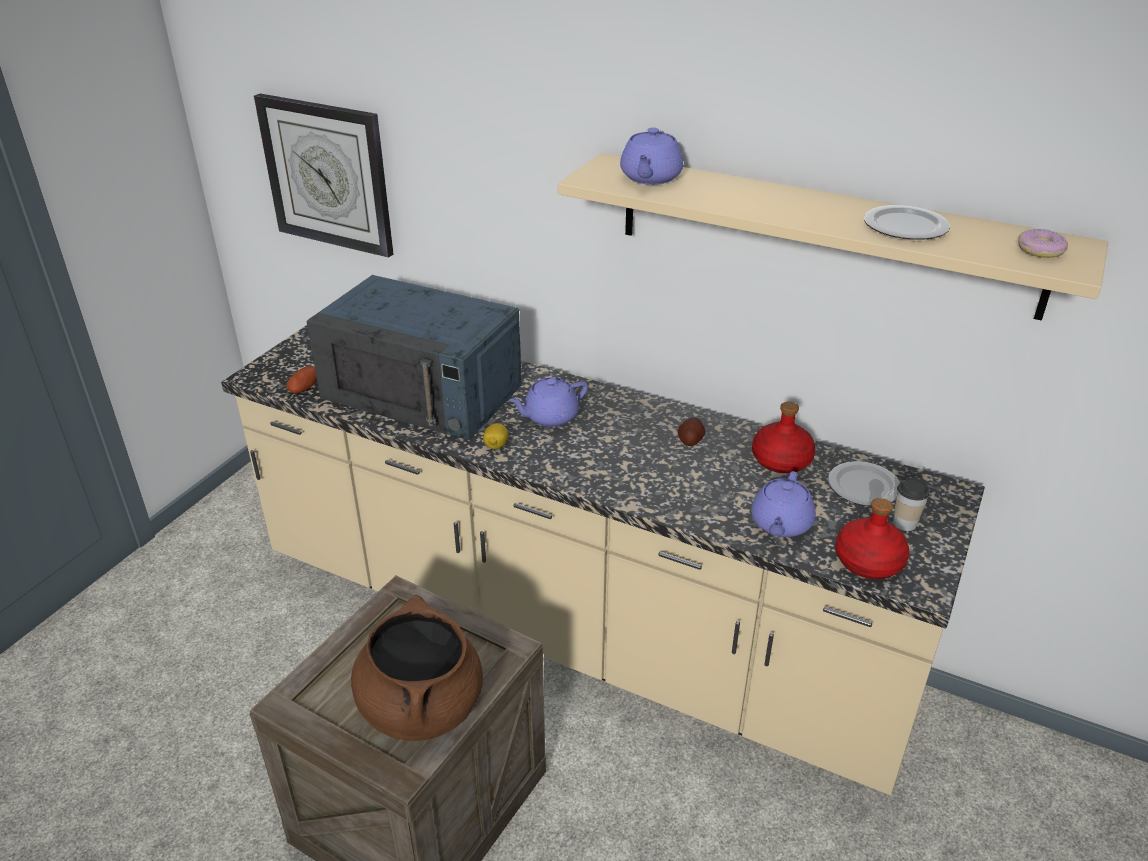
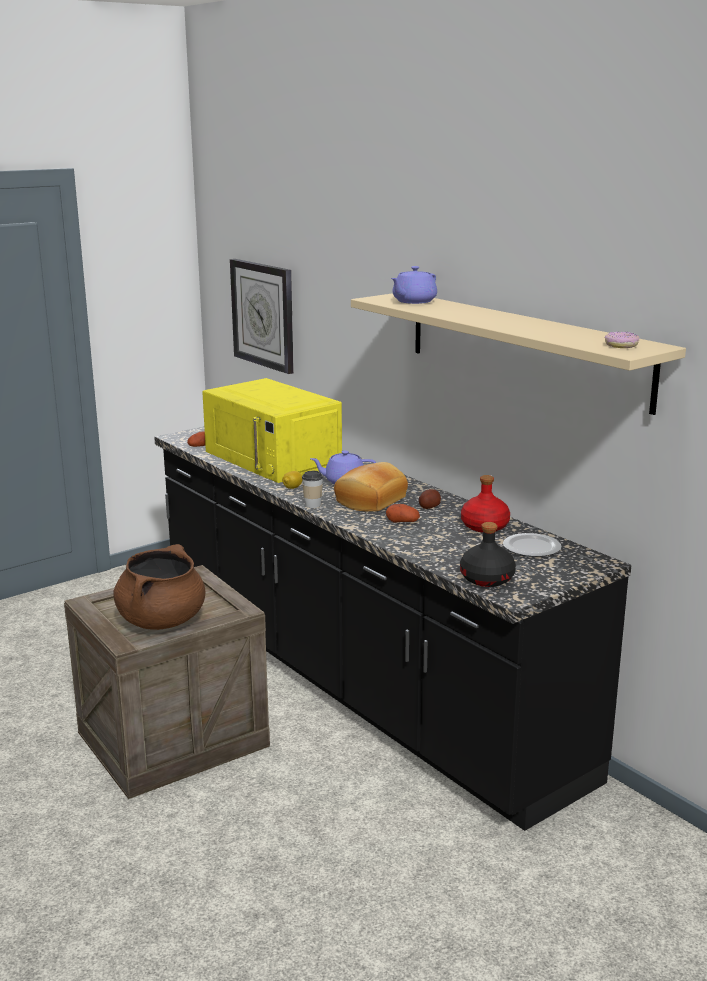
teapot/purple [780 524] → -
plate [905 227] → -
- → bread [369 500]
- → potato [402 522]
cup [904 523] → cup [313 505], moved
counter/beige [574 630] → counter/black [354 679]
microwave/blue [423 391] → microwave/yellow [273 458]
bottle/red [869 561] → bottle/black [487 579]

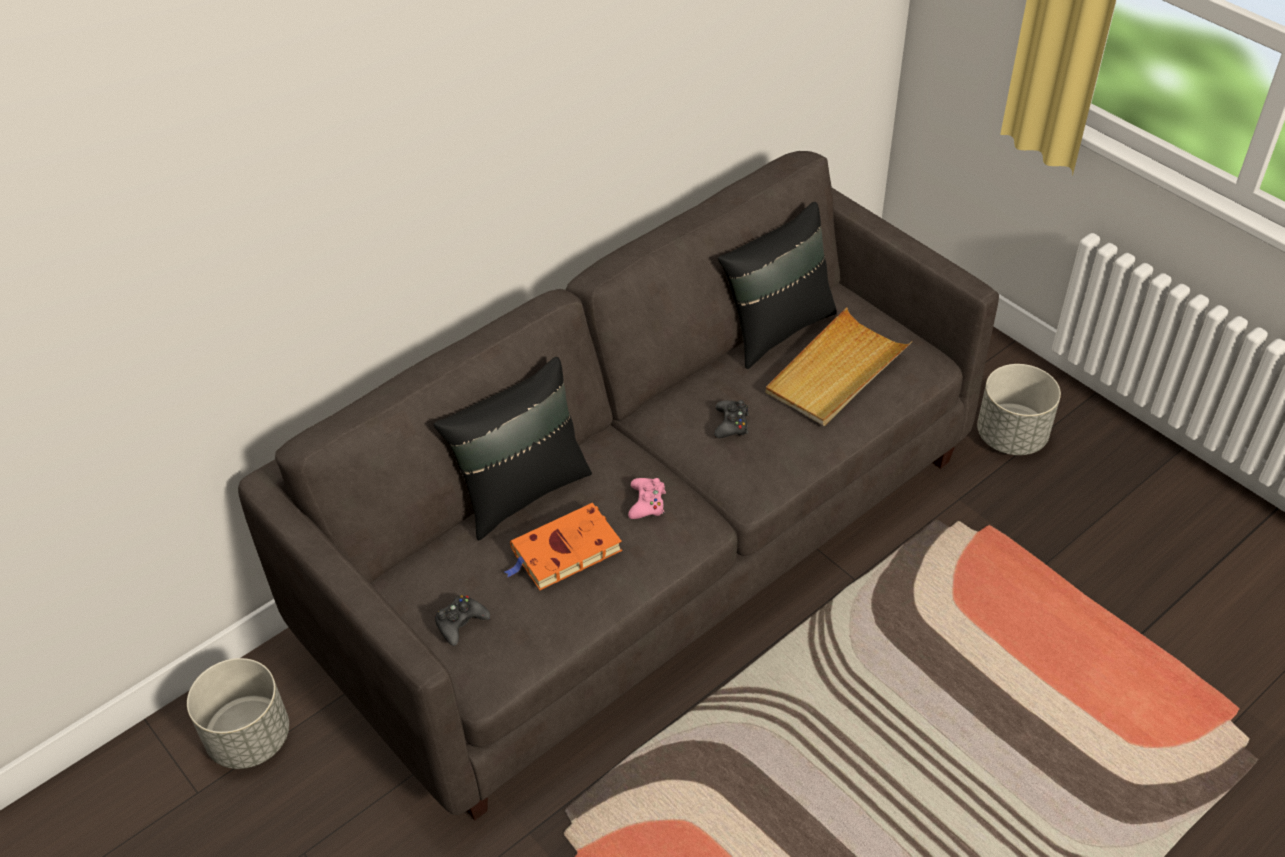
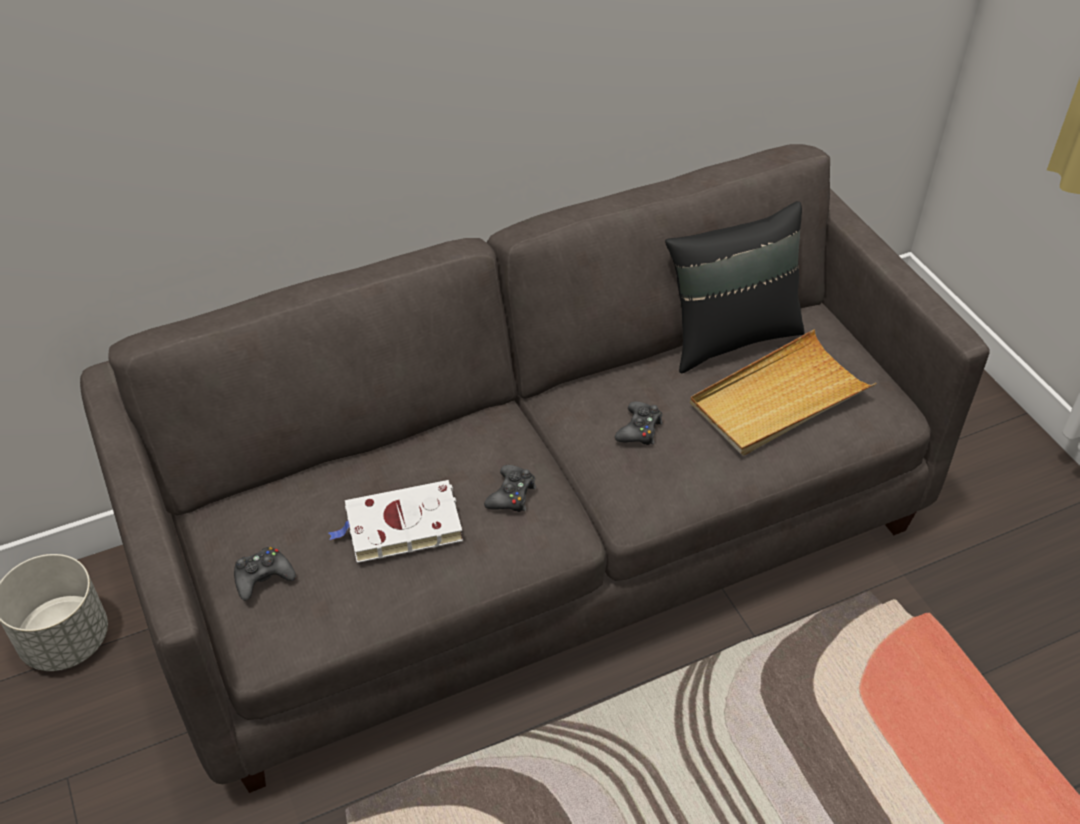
pillow/black [521 491] → -
planter/grey [1011 437] → -
book/orange [564 552] → book/white [400 527]
game controller/pink [647 503] → game controller/black [511 495]

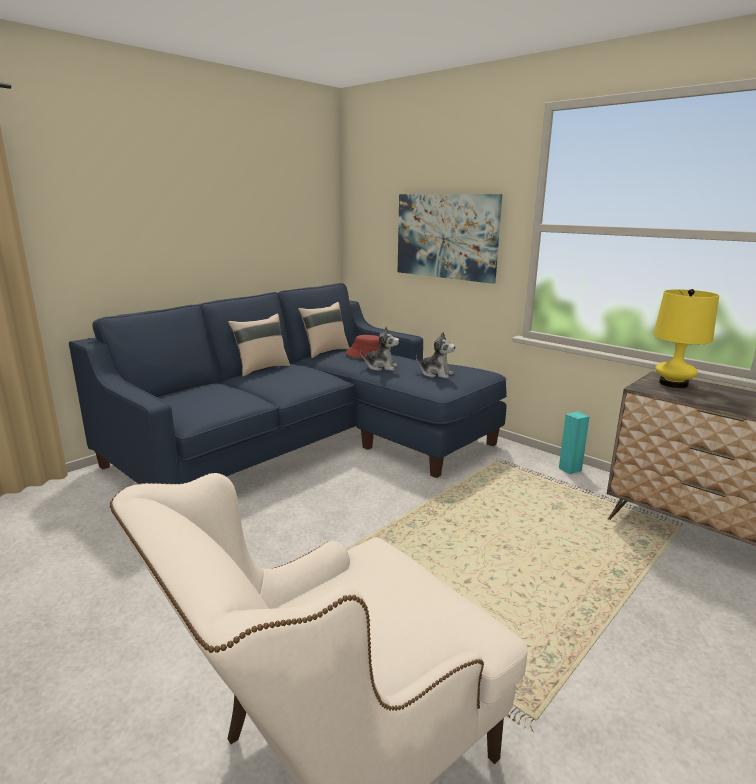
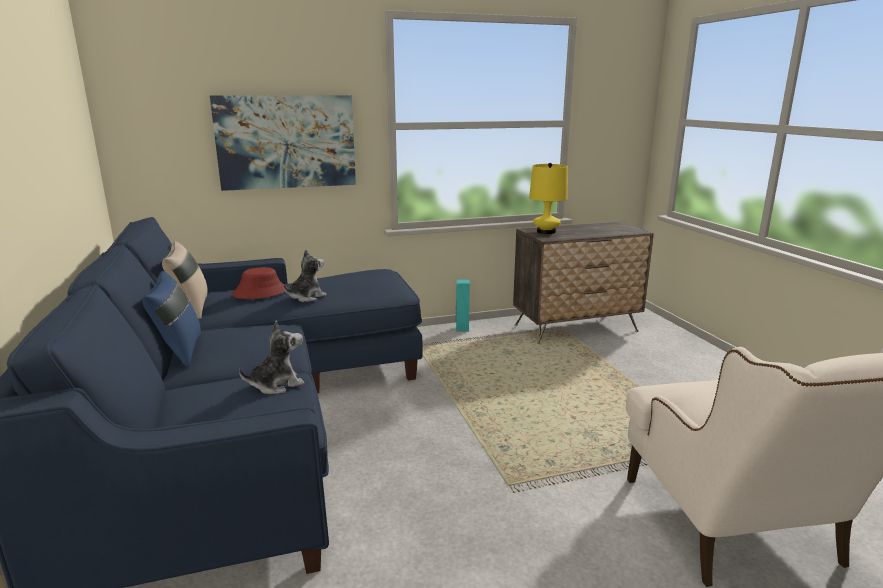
plush toy [436 374] → plush toy [276 384], moved
pillow/beige [261 369] → pillow/blue [179 352]

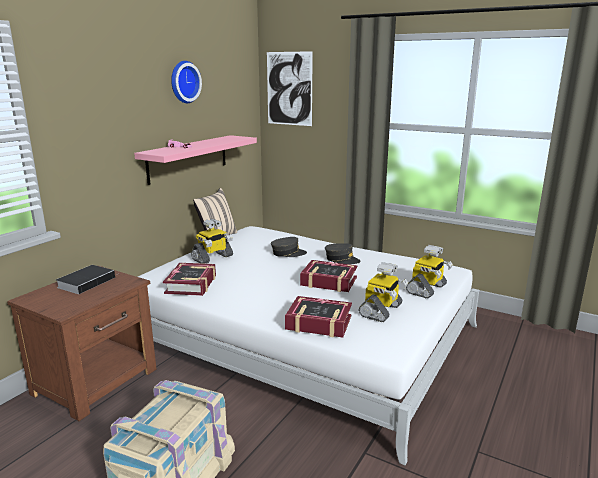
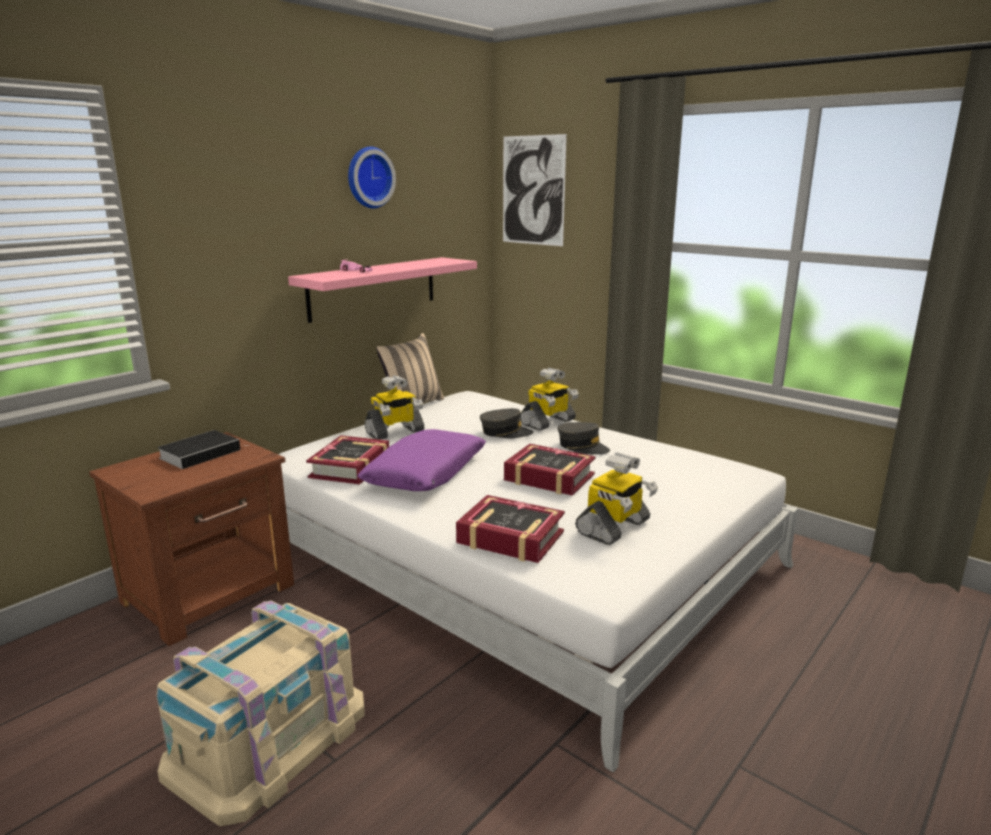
- → pillow/purple [426 473]
toy robot [427 289] → toy robot [548 422], moved

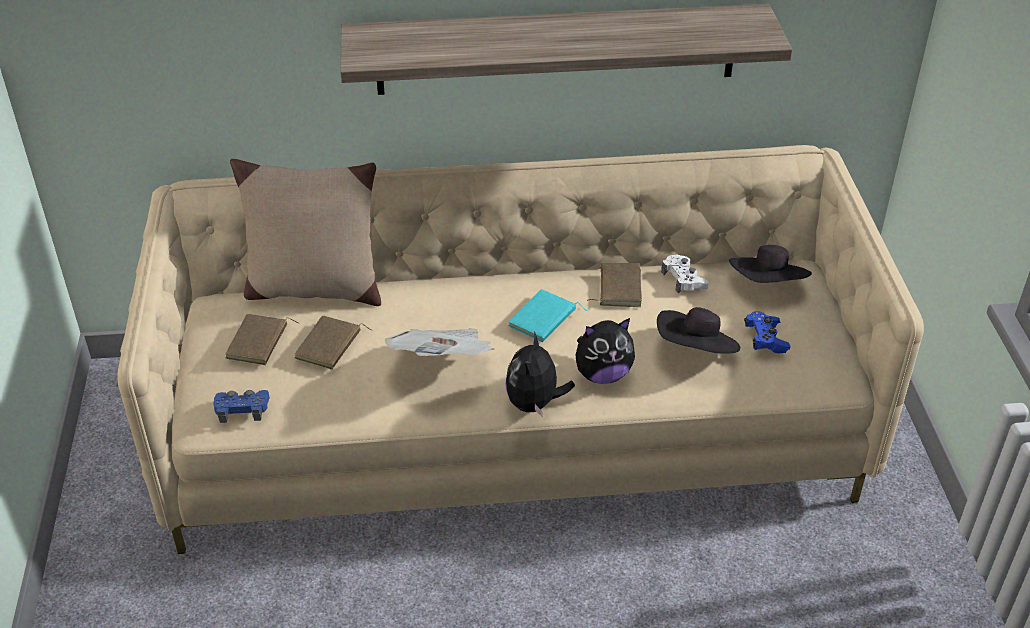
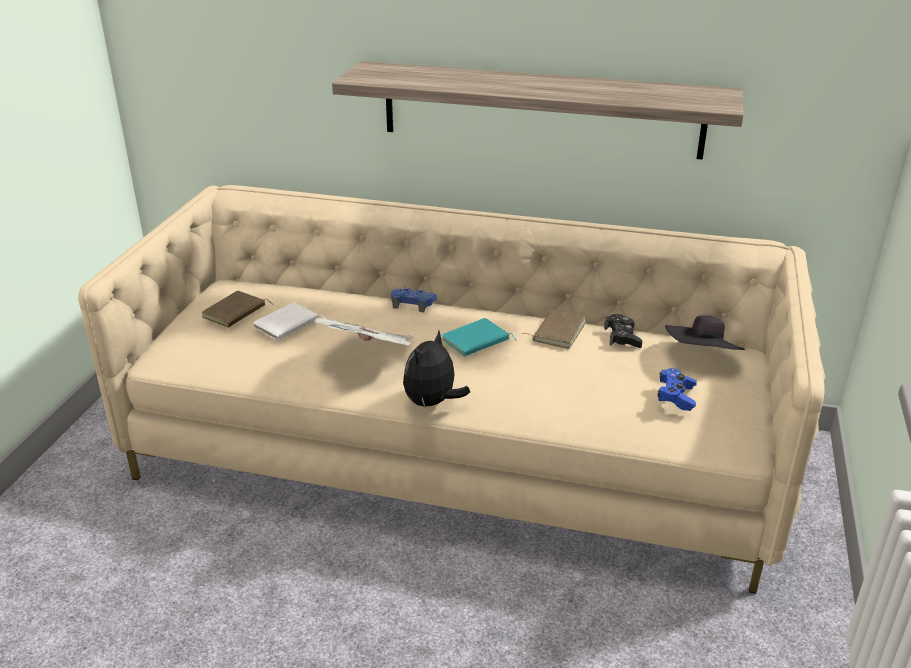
pillow/beige [313 288] → -
plush toy [602 374] → -
hat/black [696 350] → -
game controller/blue [242 409] → game controller/blue [413 304], moved
book/brown [330 346] → book/white [287 325]
game controller/white [684 279] → game controller/black [622 337]

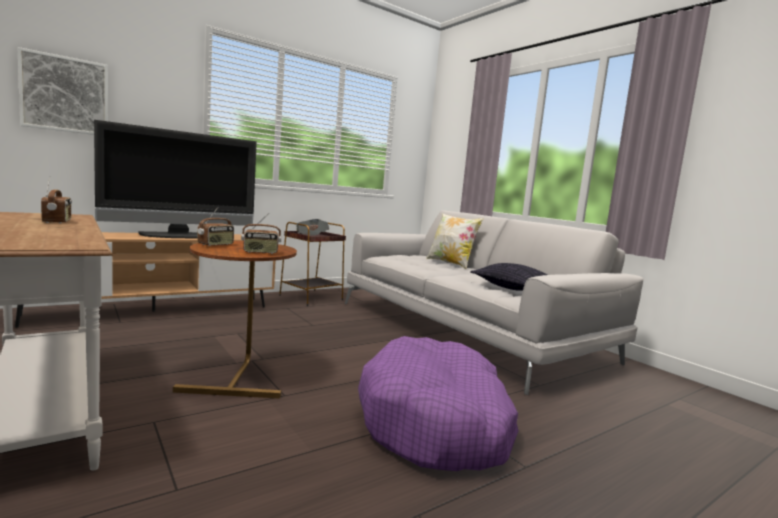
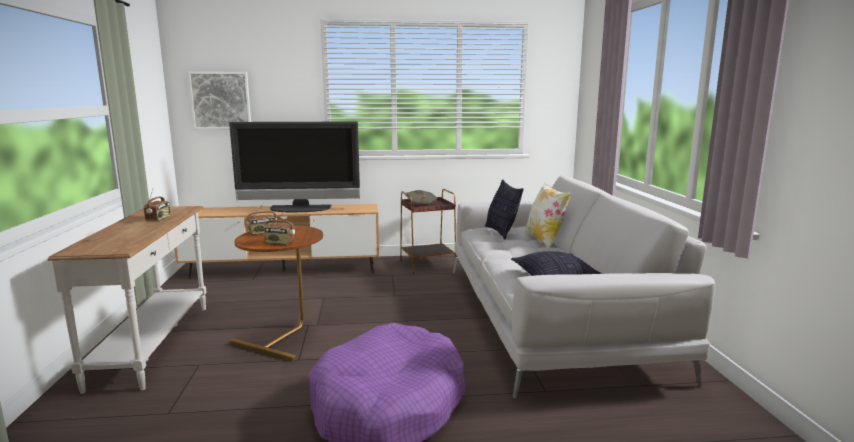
- → pillow [501 232]

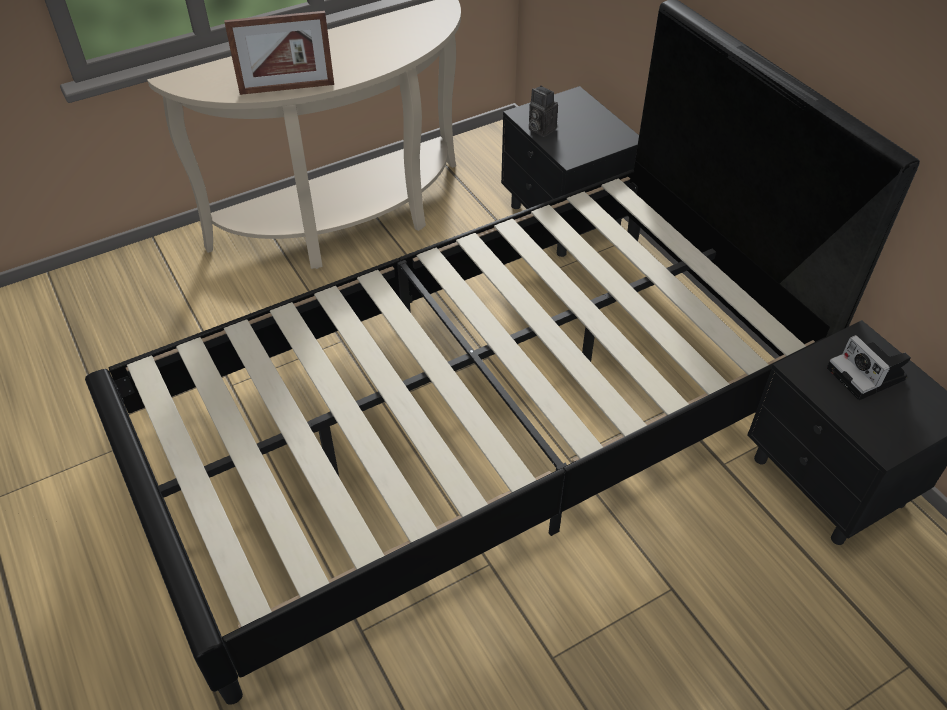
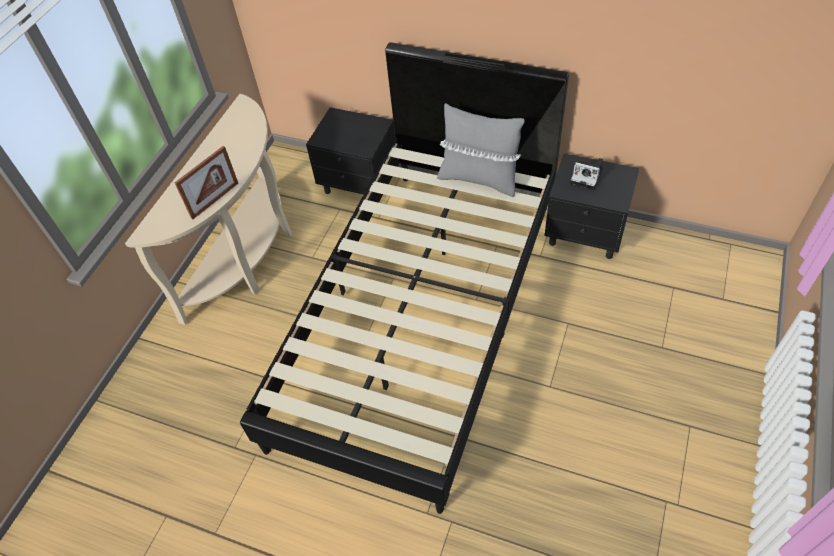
photo camera [540 129] → -
- → pillow/grey [479 179]

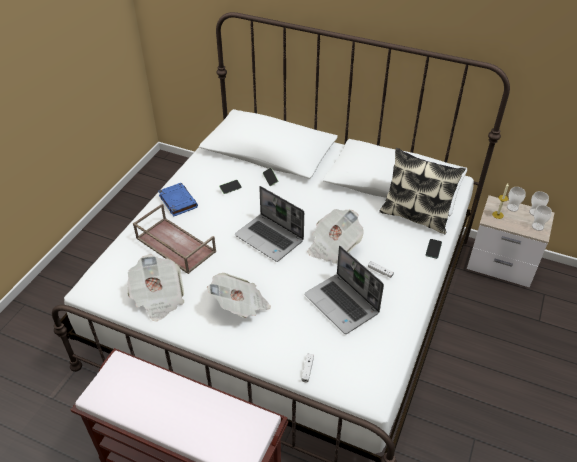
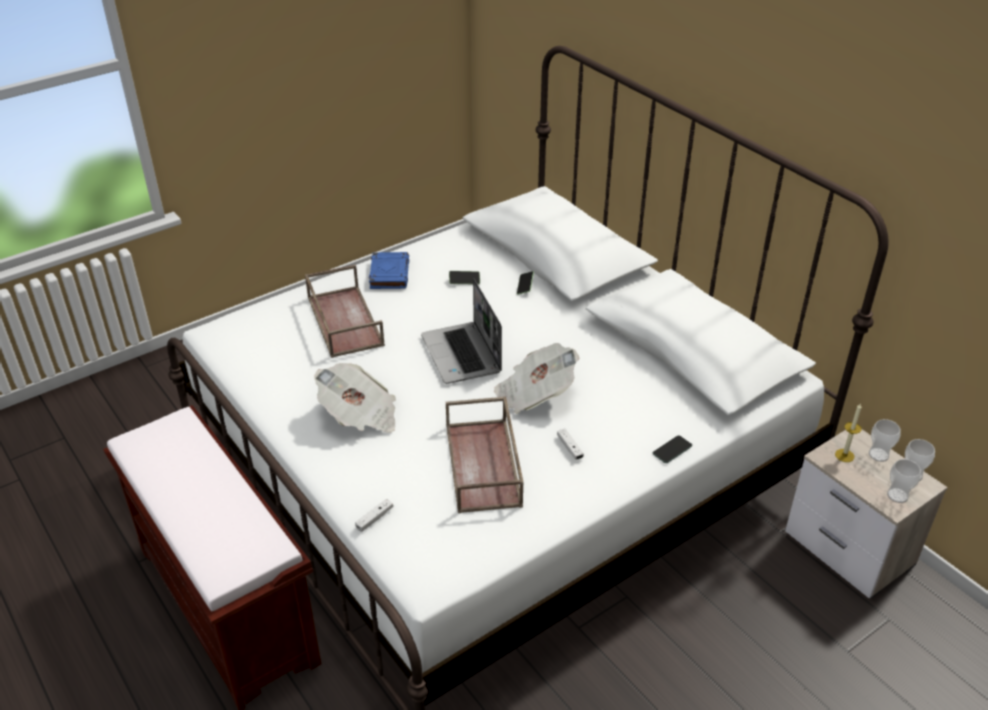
newspaper [158 298] → -
pillow [415 216] → -
laptop [342 304] → tray/brown [484 465]

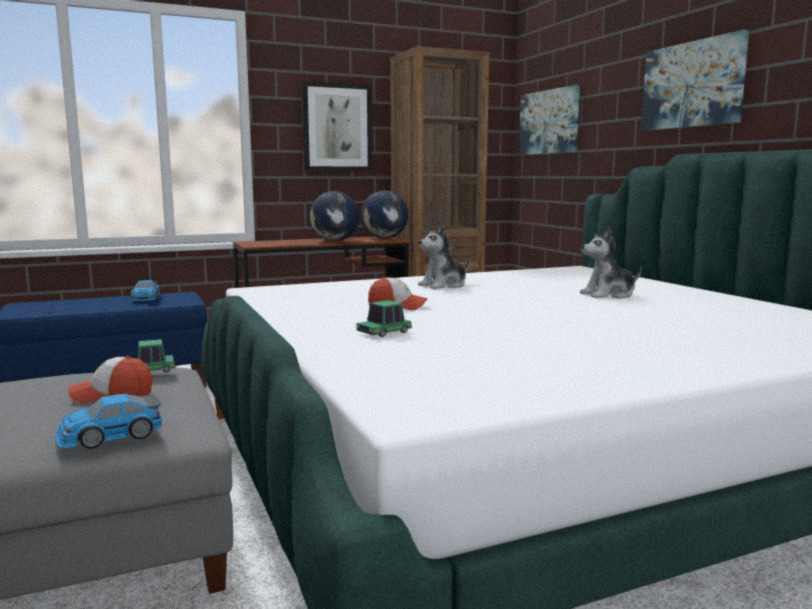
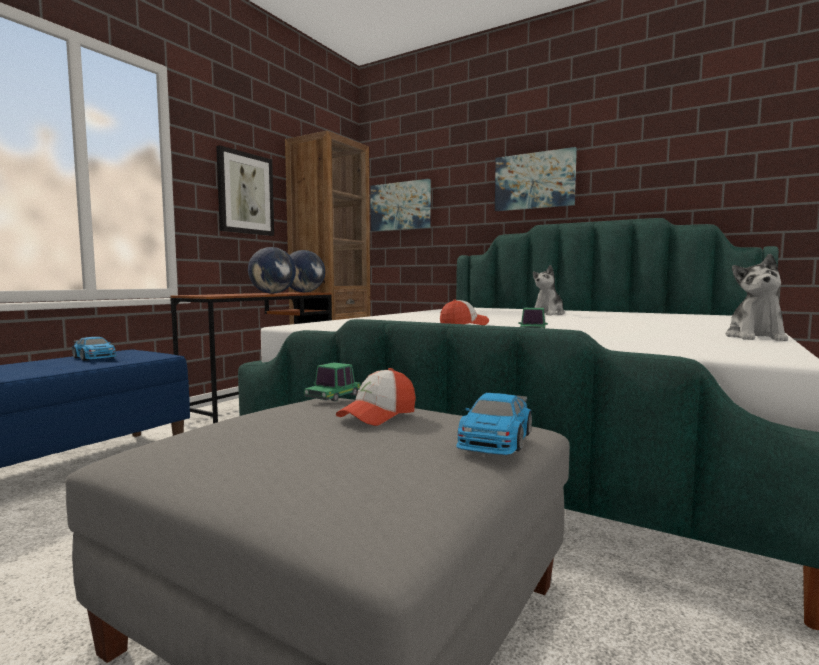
plush toy [444 285] → plush toy [756 337], moved

